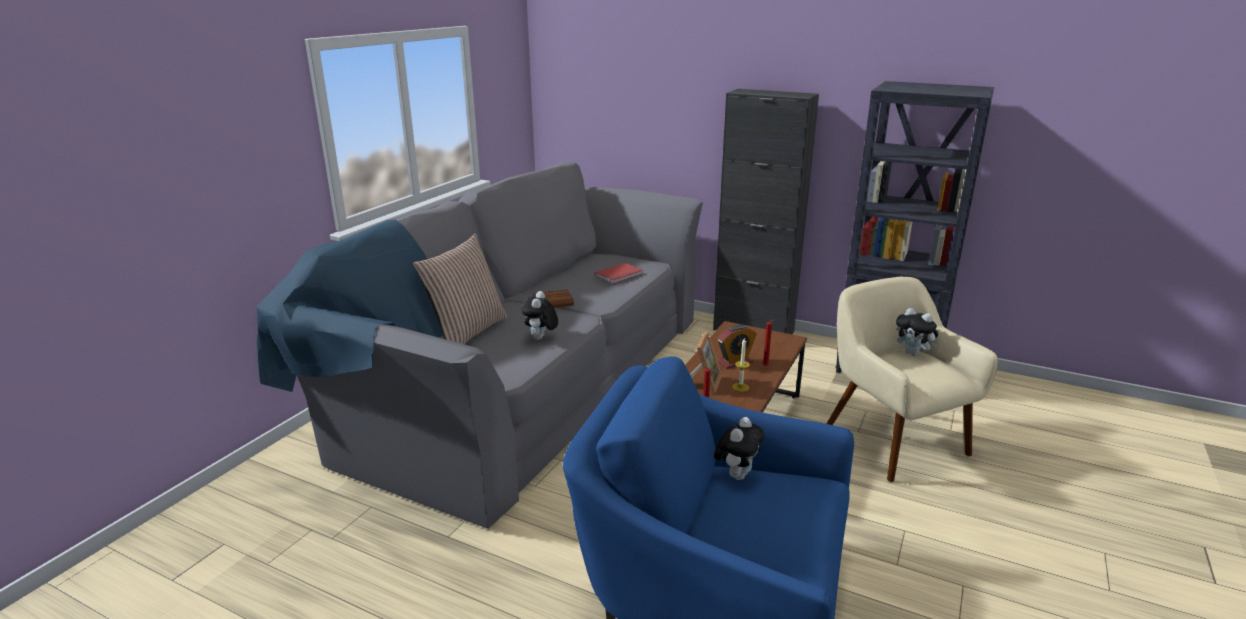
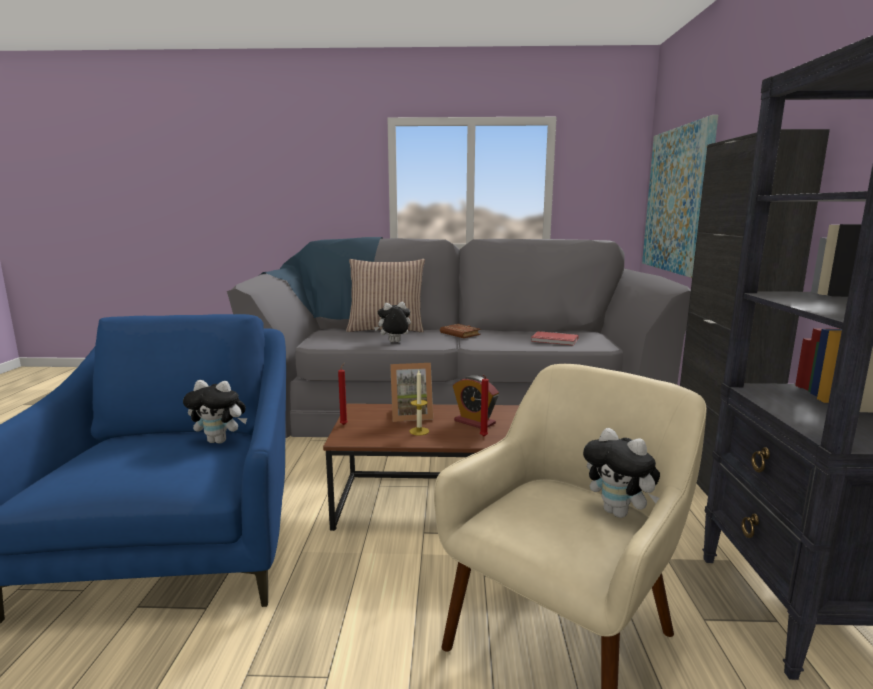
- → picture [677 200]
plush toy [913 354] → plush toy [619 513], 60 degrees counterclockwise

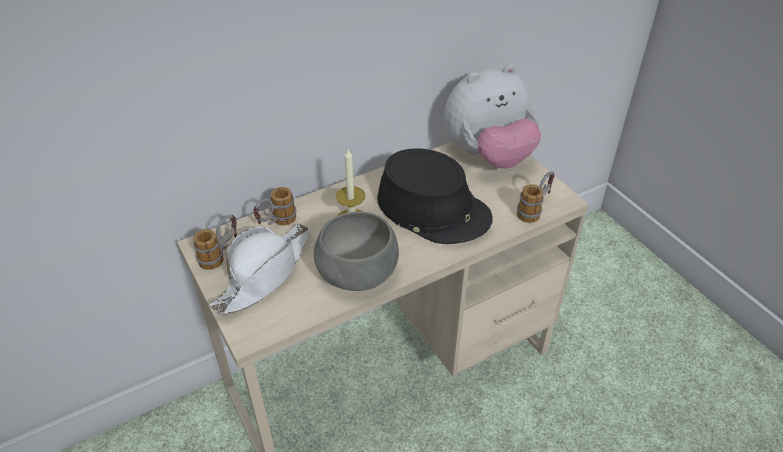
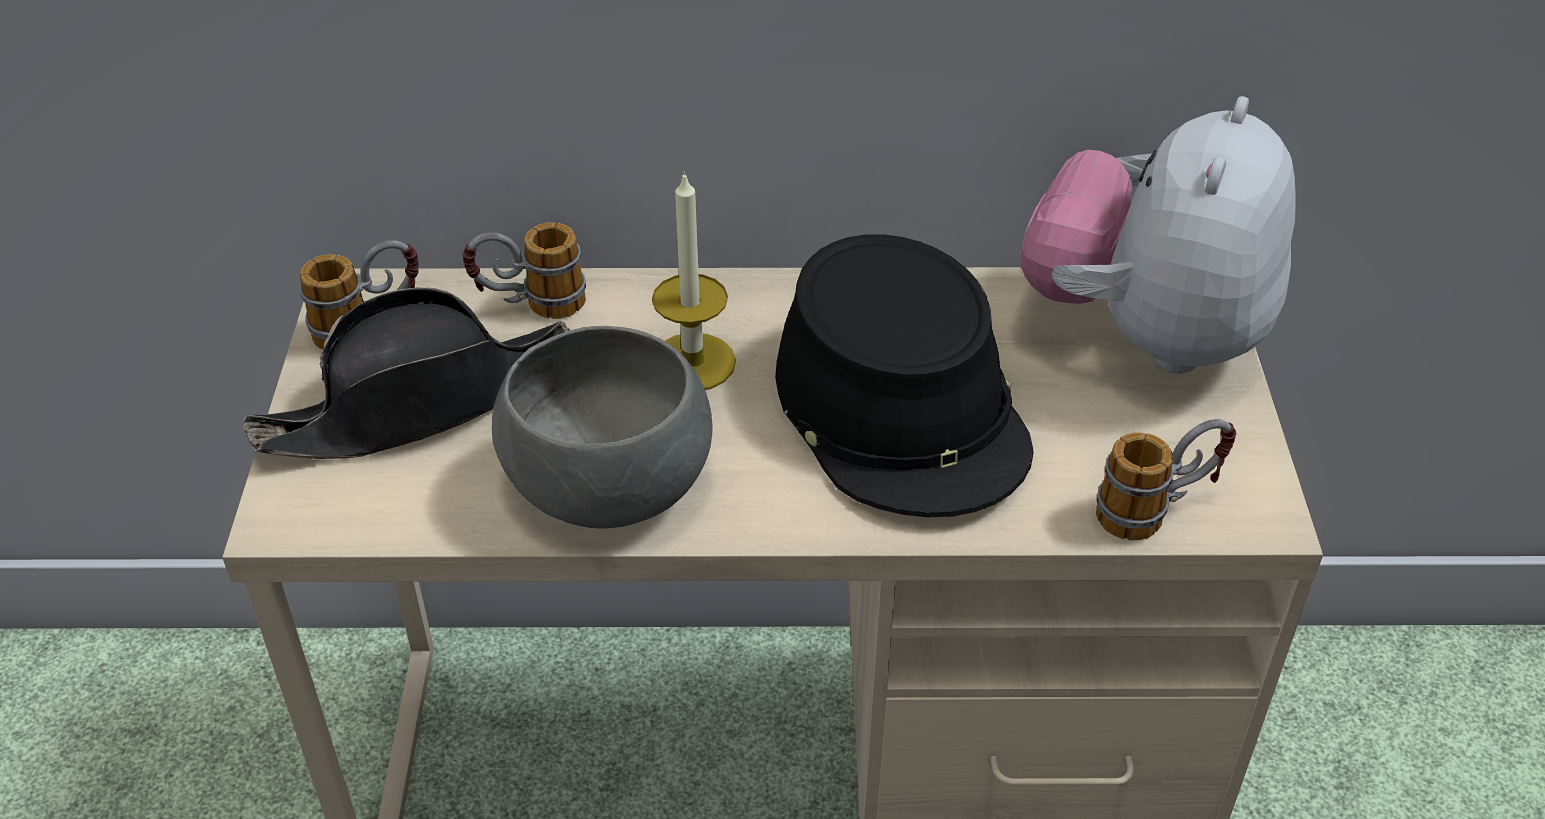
hat/white [264 273] → hat/black [421 402]
plush toy [488 156] → plush toy [1146 333], 105 degrees clockwise

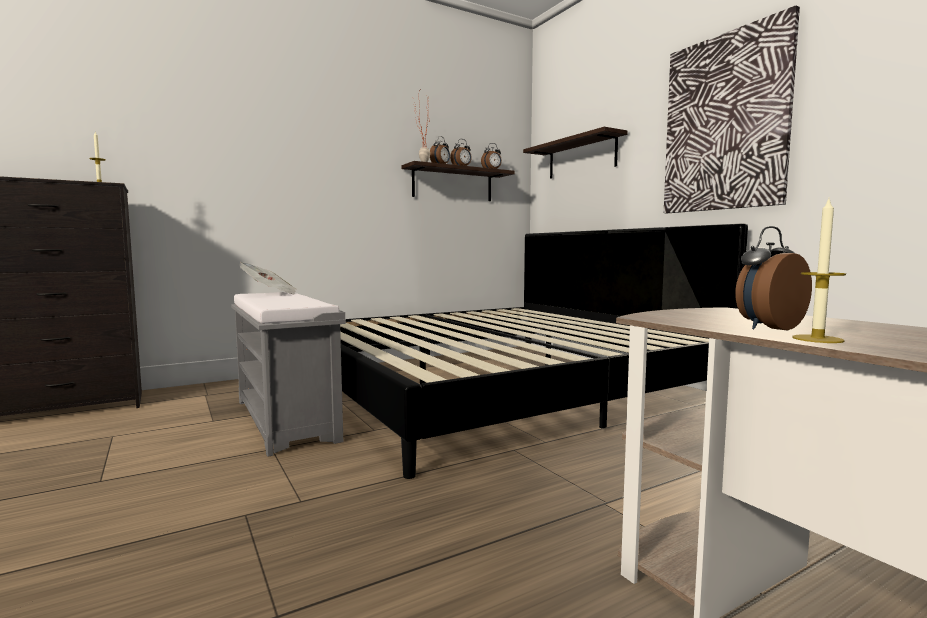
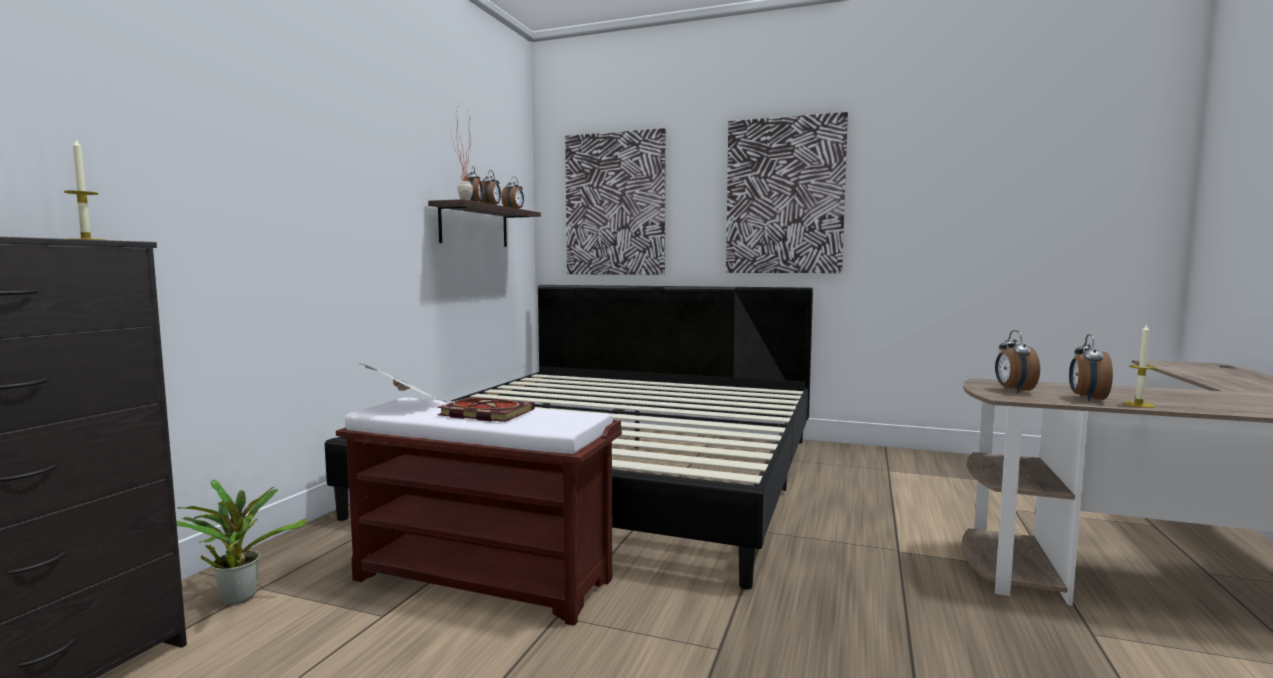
- → potted plant [238 596]
- → book [483 413]
- → alarm clock [1013 390]
shelf [581 157] → picture [615 204]
bench/grey [287 420] → bench/brown [485 579]

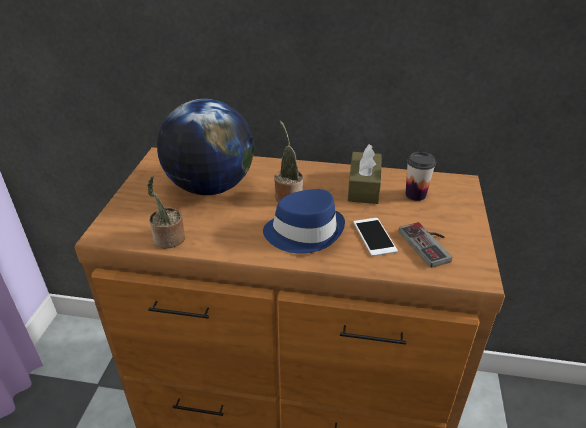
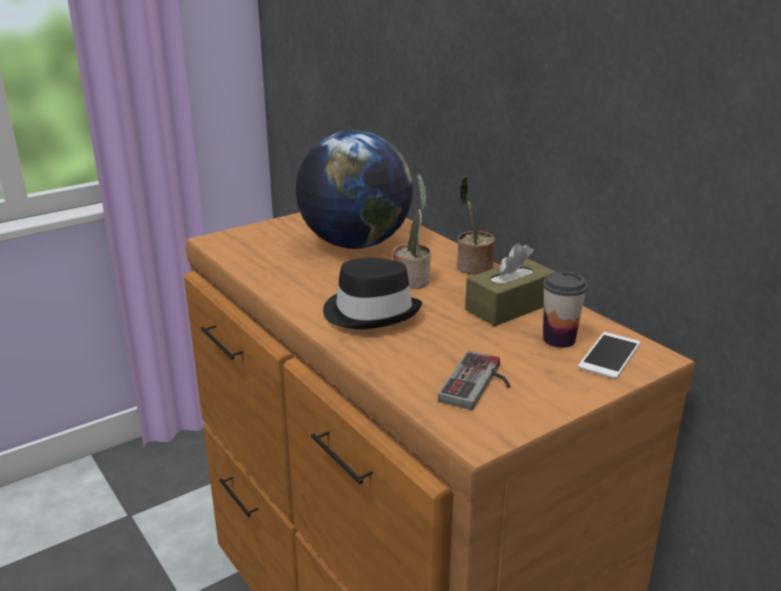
potted plant [168 240] → potted plant [473 268], moved
phone [374 236] → phone [609 355], moved
hat/blue [304 231] → hat/black [371 312]

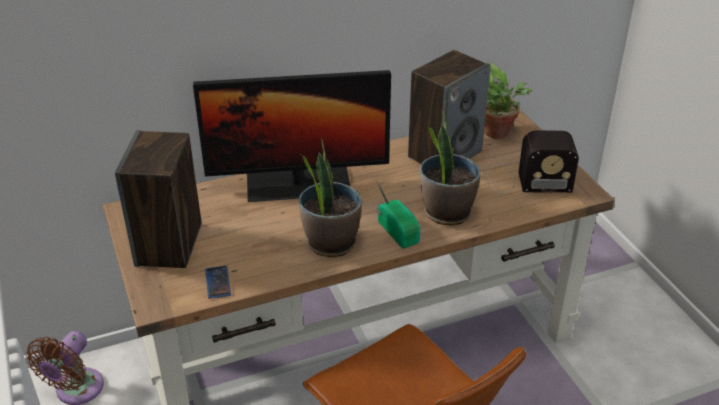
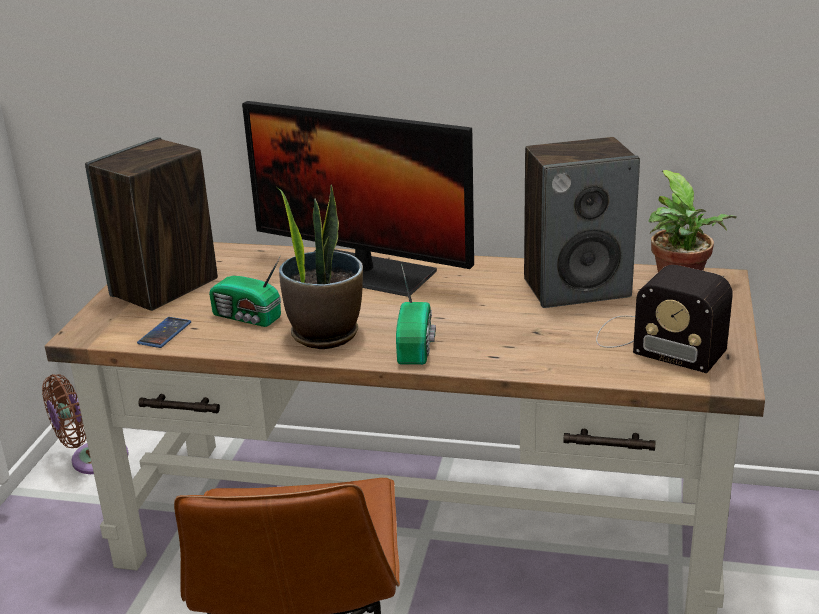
potted plant [446 212] → -
- → radio [247 317]

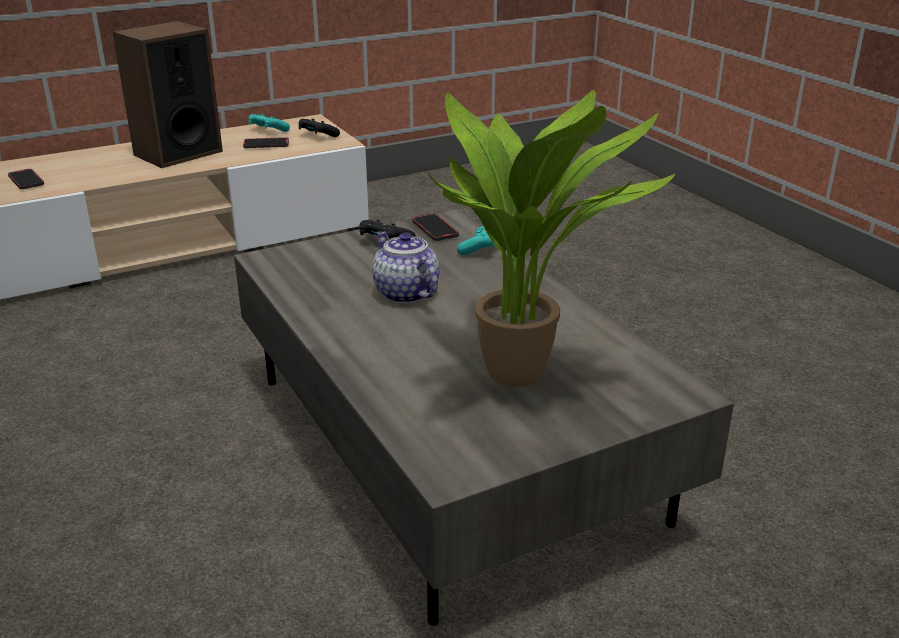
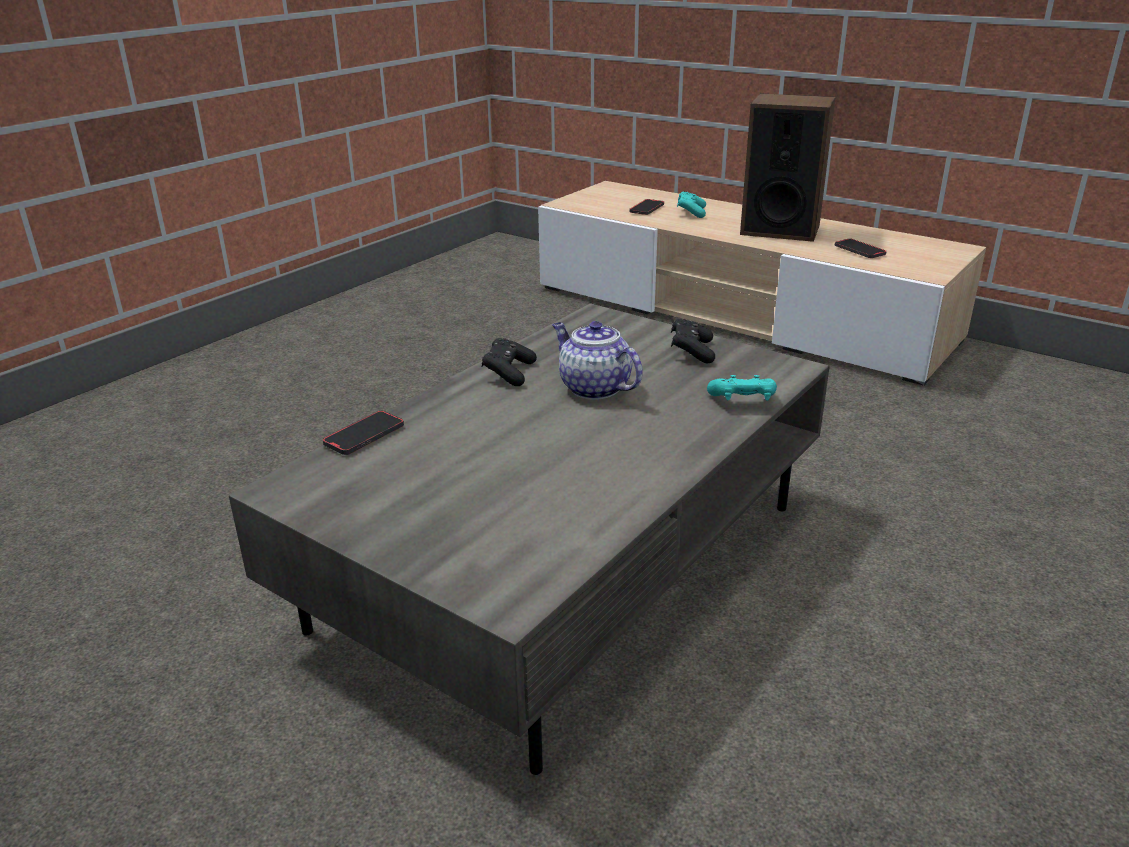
potted plant [525 375] → -
game controller/turquoise [268 131] → game controller/turquoise [691 212], moved
game controller/black [317 136] → game controller/black [508 373], moved
phone [435 230] → phone [364 436], moved
teapot [404 293] → teapot [593 388], 75 degrees counterclockwise

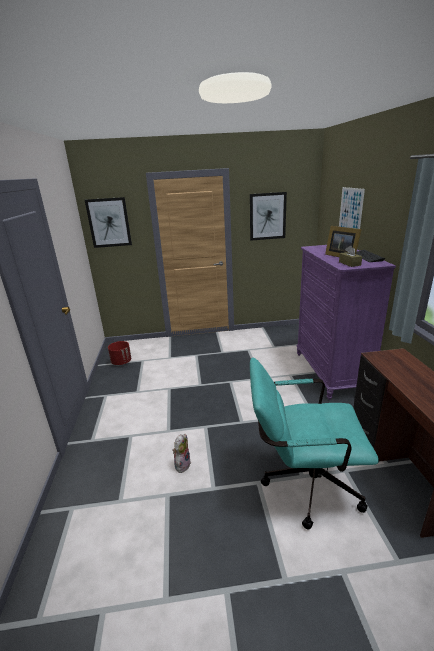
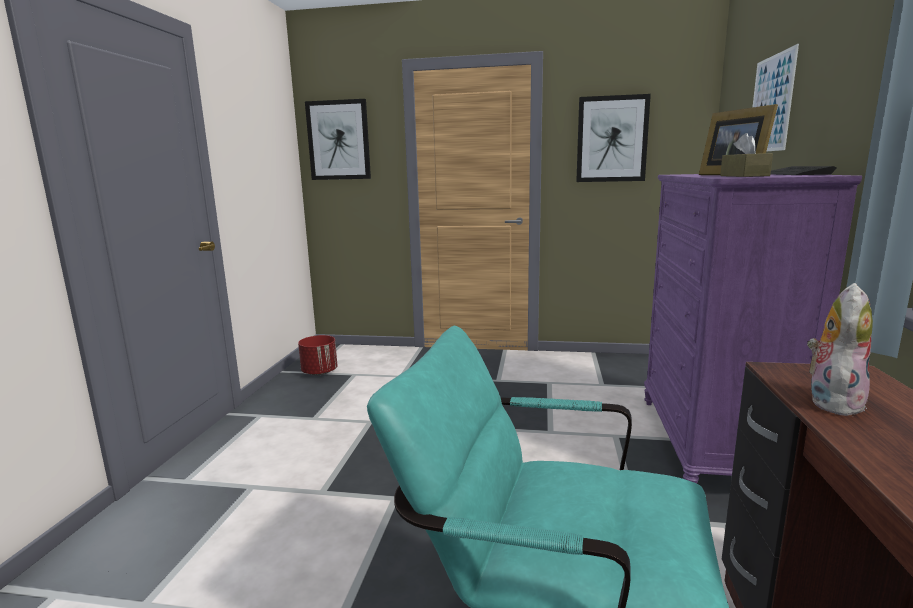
plush toy [182 464] → plush toy [831 401], moved

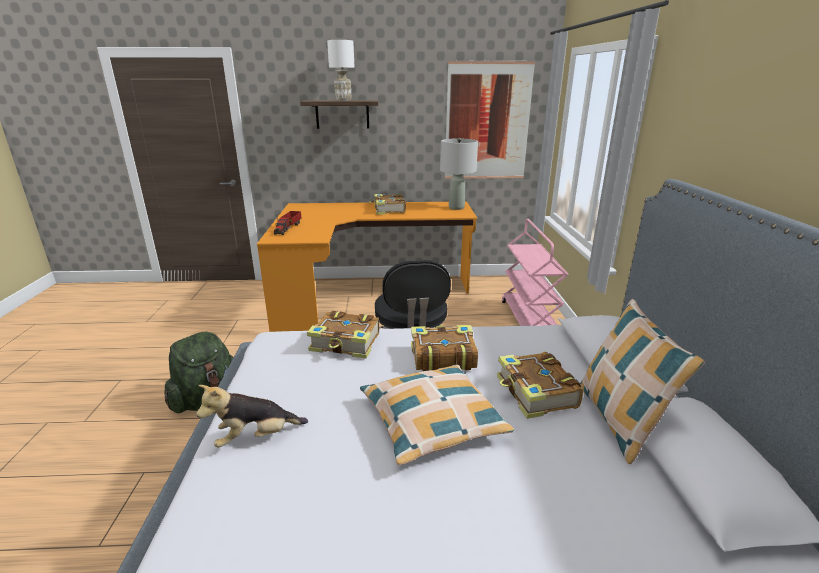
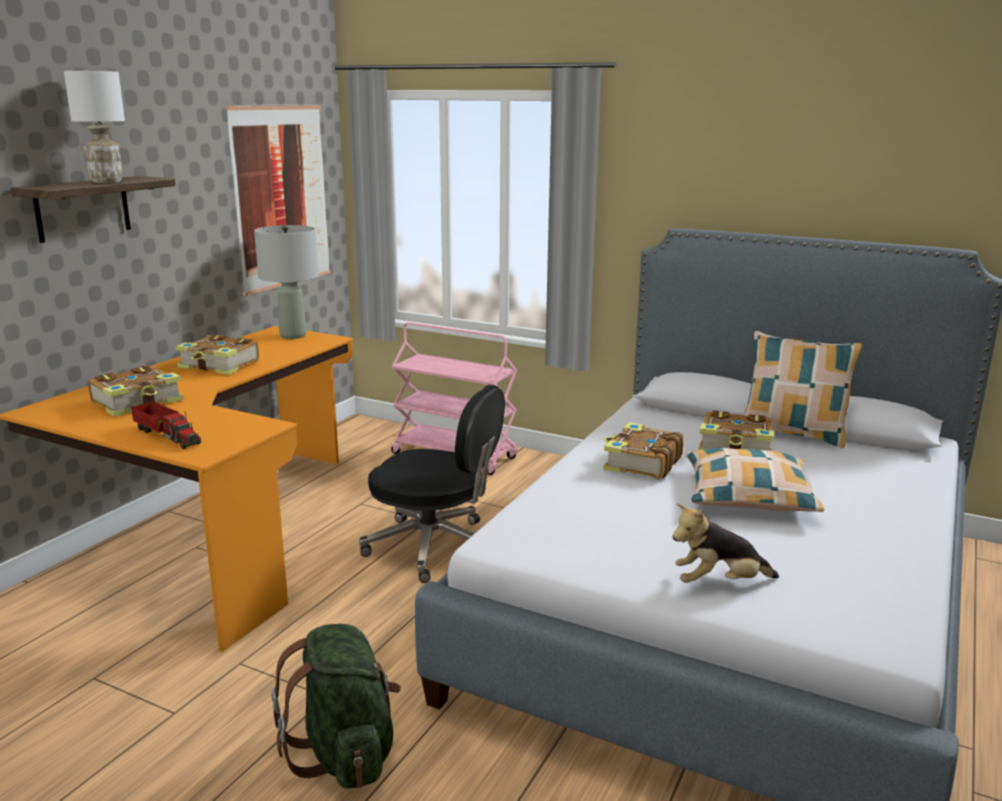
book [346 343] → book [138 402], moved
plush toy [256 437] → plush toy [719 583], 75 degrees clockwise

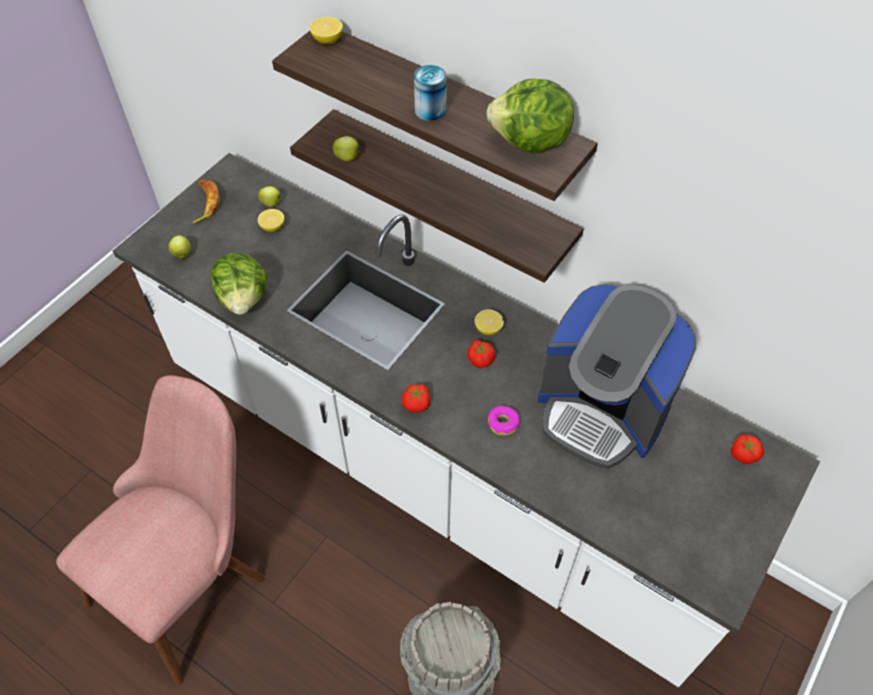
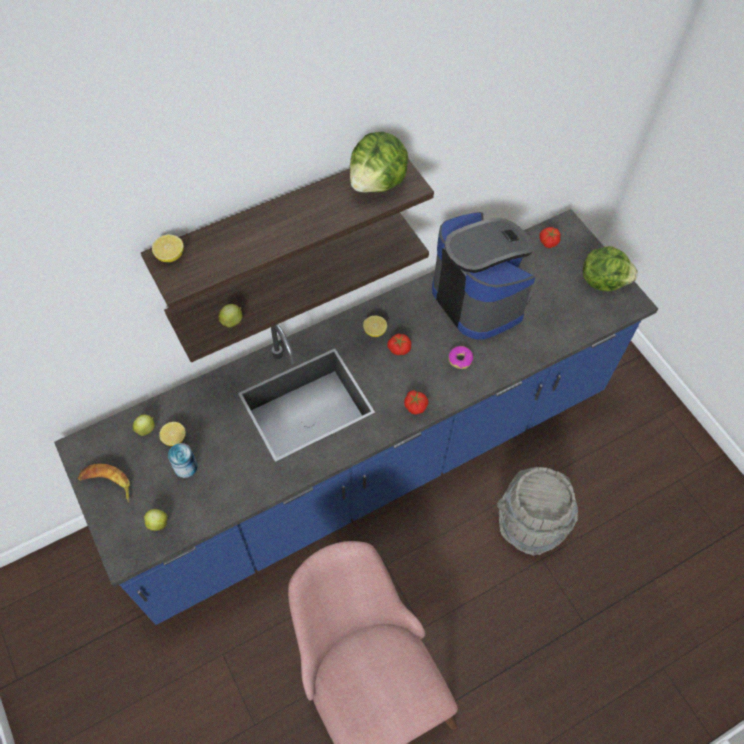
lettuce [243 298] → lettuce [603 280], moved
can [430 110] → can [185 467], moved
counter/white [436 467] → counter/blue [369 460]
coffee machine [602 410] → coffee machine [479 298], 90 degrees counterclockwise

